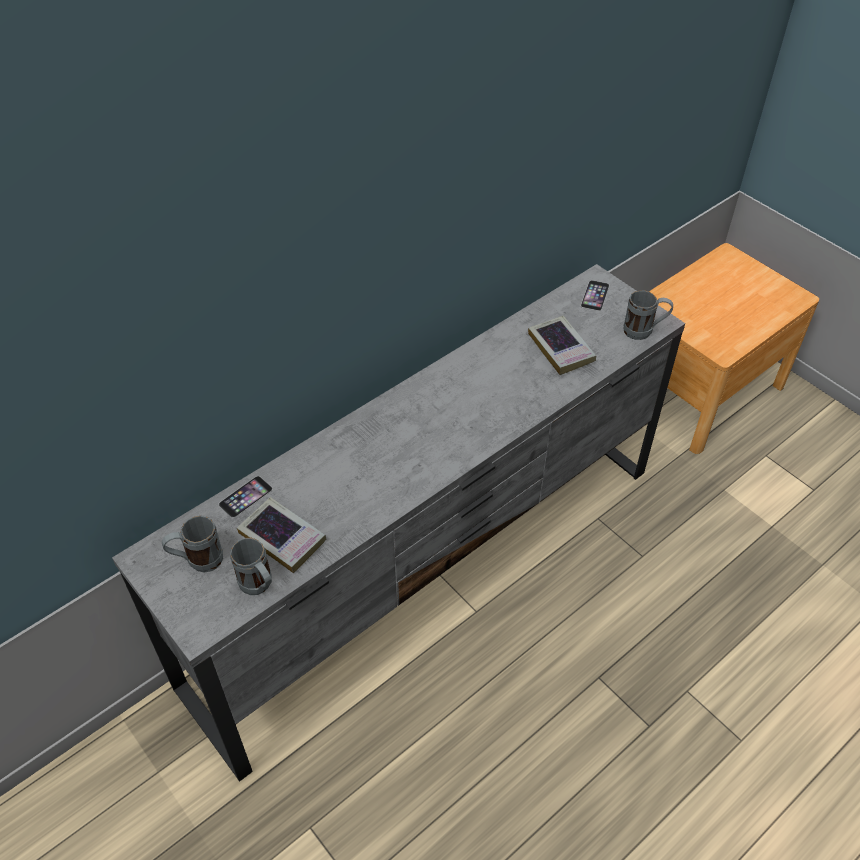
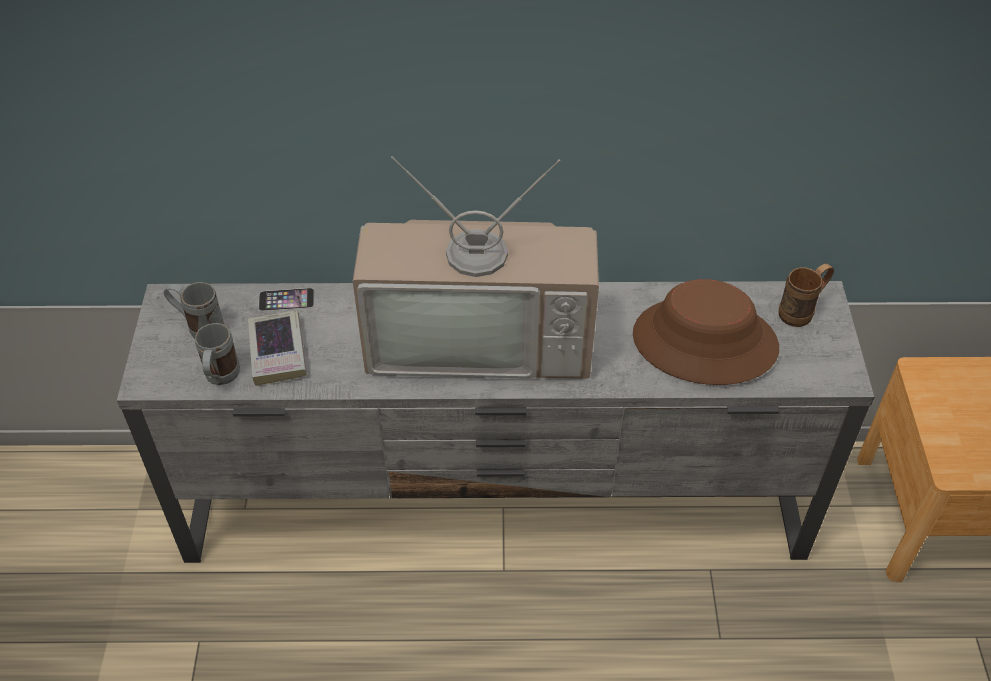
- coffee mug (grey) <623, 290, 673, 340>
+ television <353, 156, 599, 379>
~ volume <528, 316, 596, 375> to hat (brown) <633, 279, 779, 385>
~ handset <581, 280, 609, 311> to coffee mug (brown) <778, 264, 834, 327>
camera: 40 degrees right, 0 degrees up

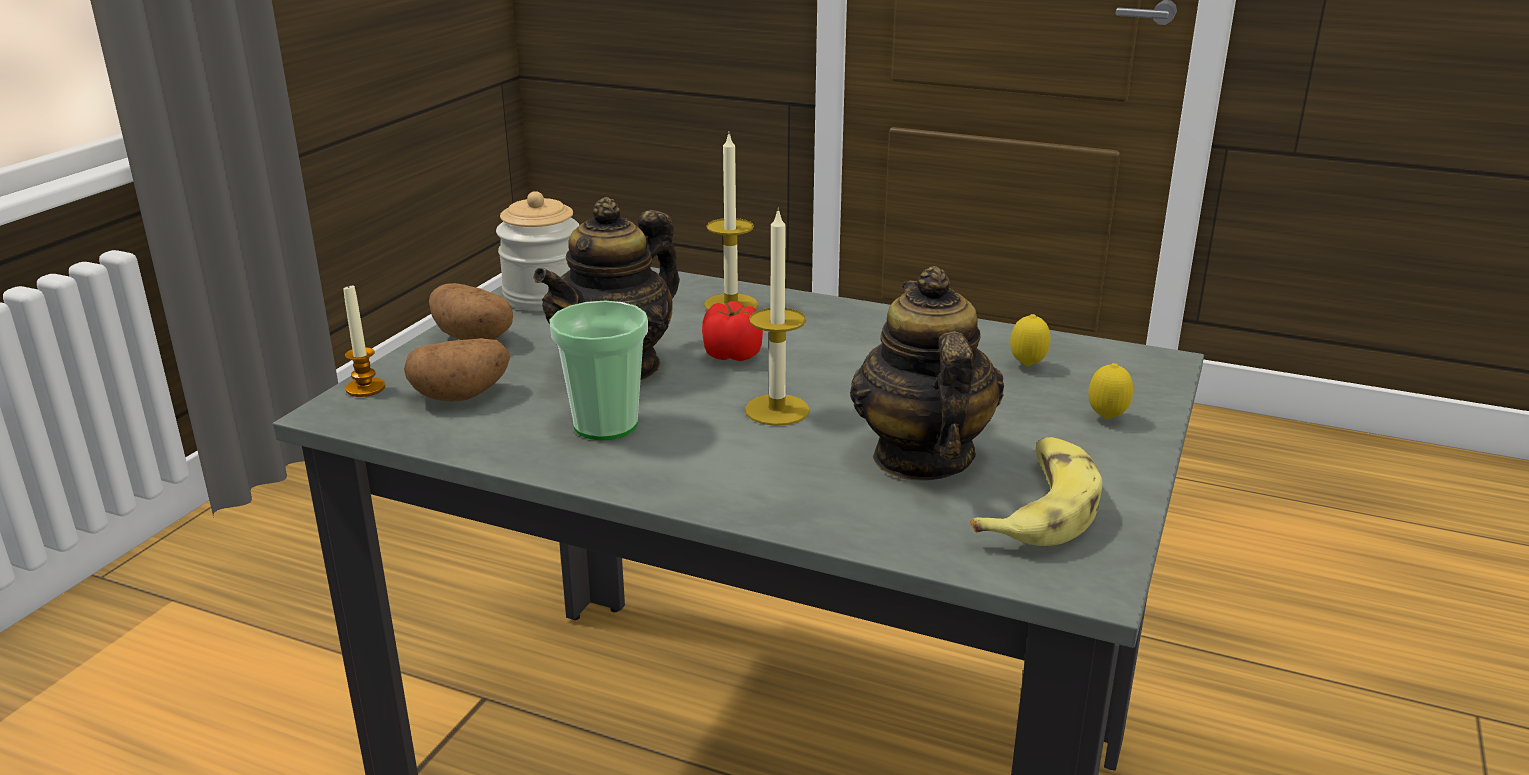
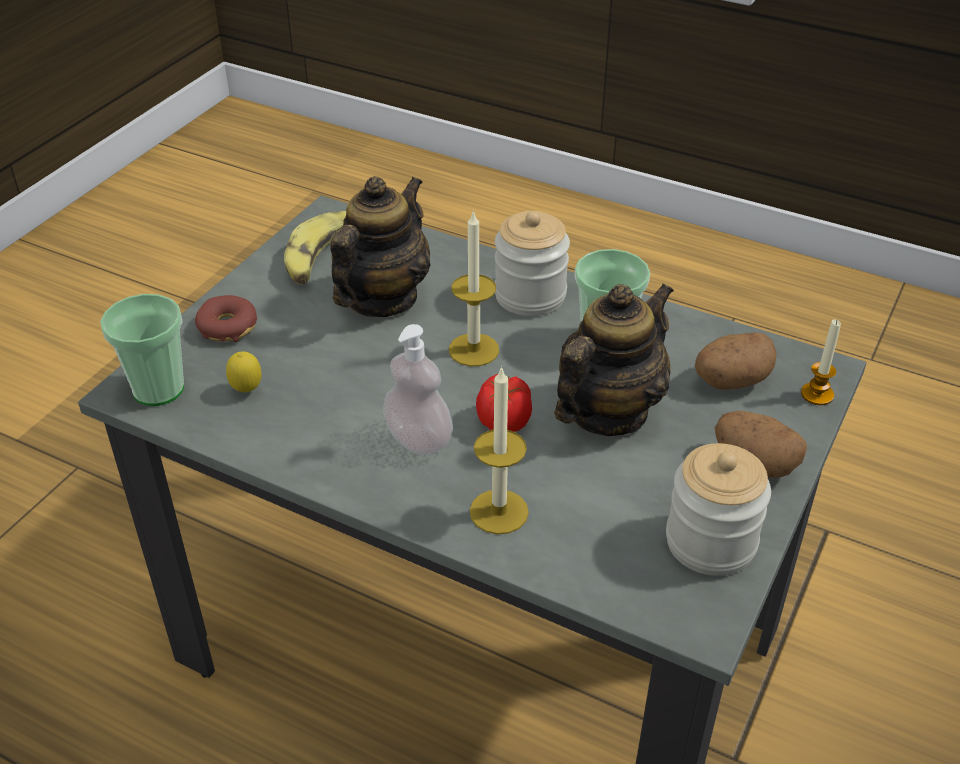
+ drinking cup <100, 294, 184, 406>
+ liquid soap bottle <383, 324, 453, 455>
+ jar <495, 211, 570, 316>
~ lemon <1089, 363, 1133, 419> to ring doughnut <195, 295, 257, 342>
~ teapot <850, 266, 1004, 481> = <331, 176, 431, 317> 150 degrees counterclockwise
camera: 175 degrees left, 15 degrees up

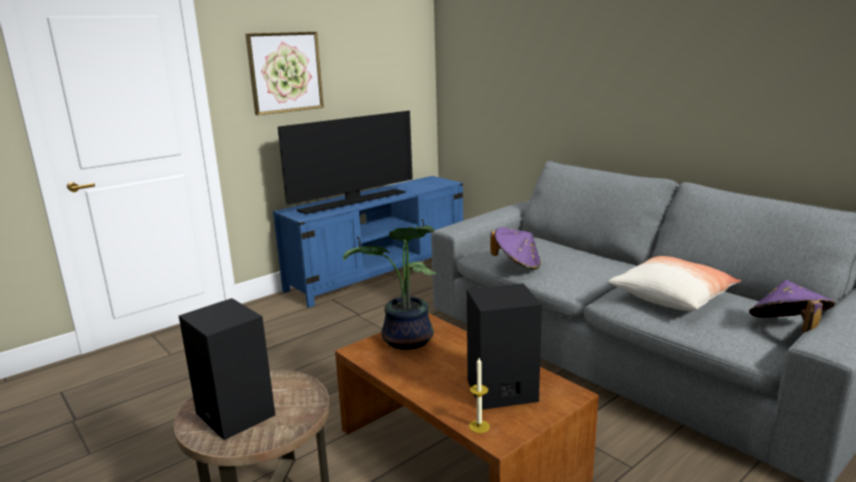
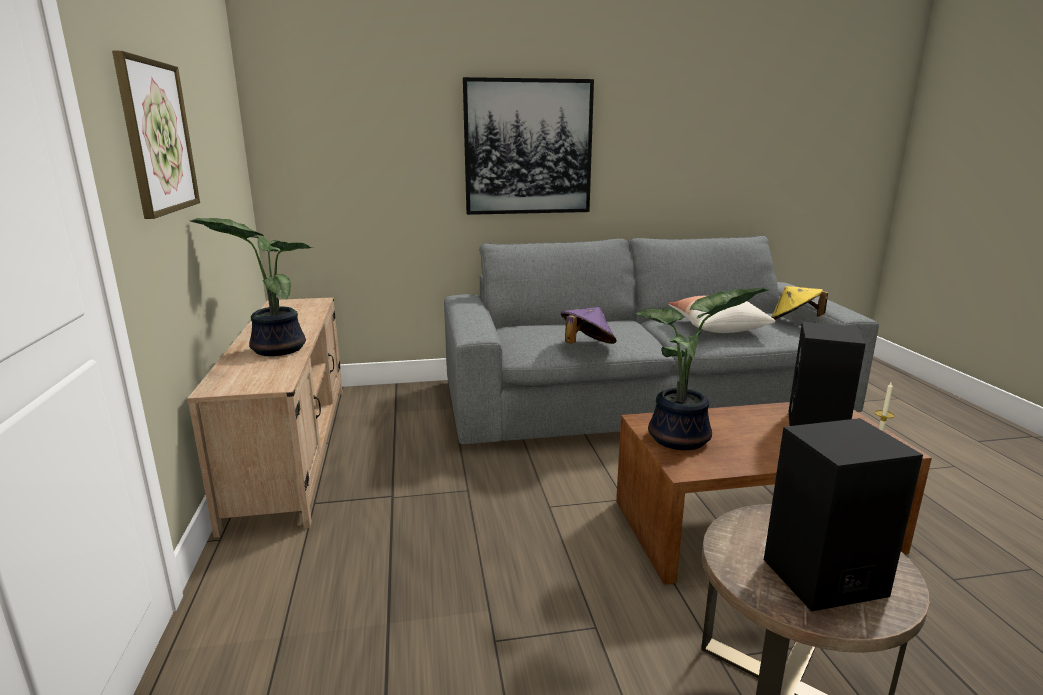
+ wall picture <463, 77, 594, 215>
~ television <278, 111, 413, 214> to houseplant <190, 218, 313, 356>
~ tv unit (blue-coloured) <273, 176, 463, 308> to tv unit (beige-coloured) <187, 297, 343, 538>
~ hat (purplish) <749, 280, 835, 333> to hat (yellow) <771, 286, 828, 320>
camera: 60 degrees left, 0 degrees up

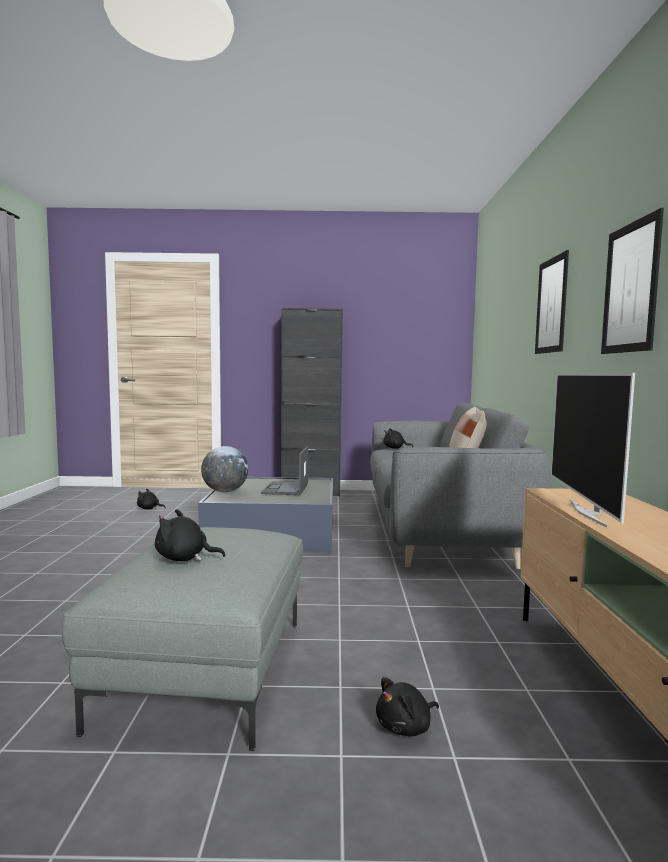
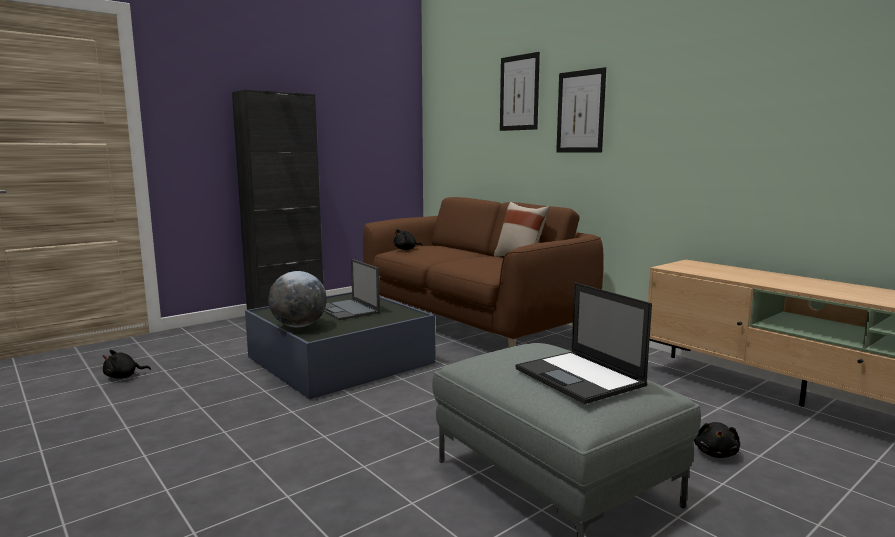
- television <551, 373, 635, 528>
~ wall picture <601, 208, 664, 354> to <500, 52, 540, 131>
~ soft toy (black) <155, 509, 225, 561> to laptop <515, 283, 652, 404>
~ couch (grey) <370, 403, 551, 569> to couch (brown) <363, 197, 603, 348>
camera: 40 degrees left, 5 degrees up

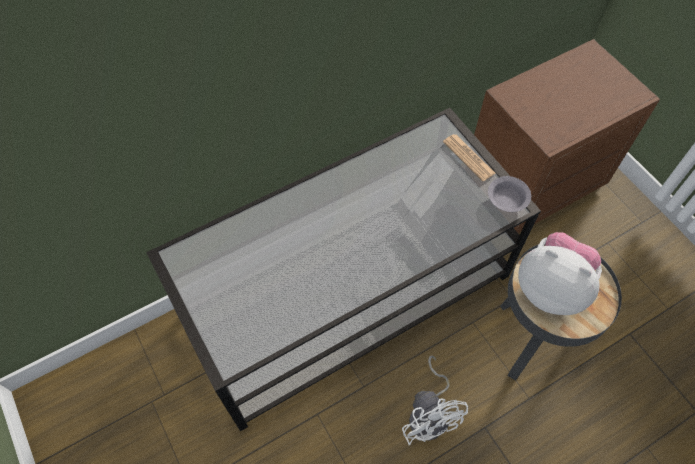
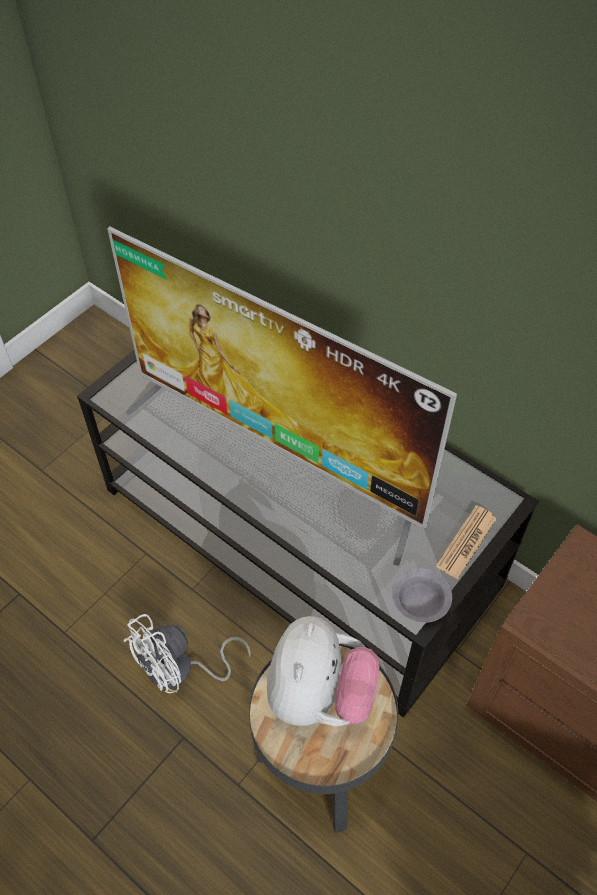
+ television <107, 226, 457, 566>
camera: 70 degrees right, 5 degrees down

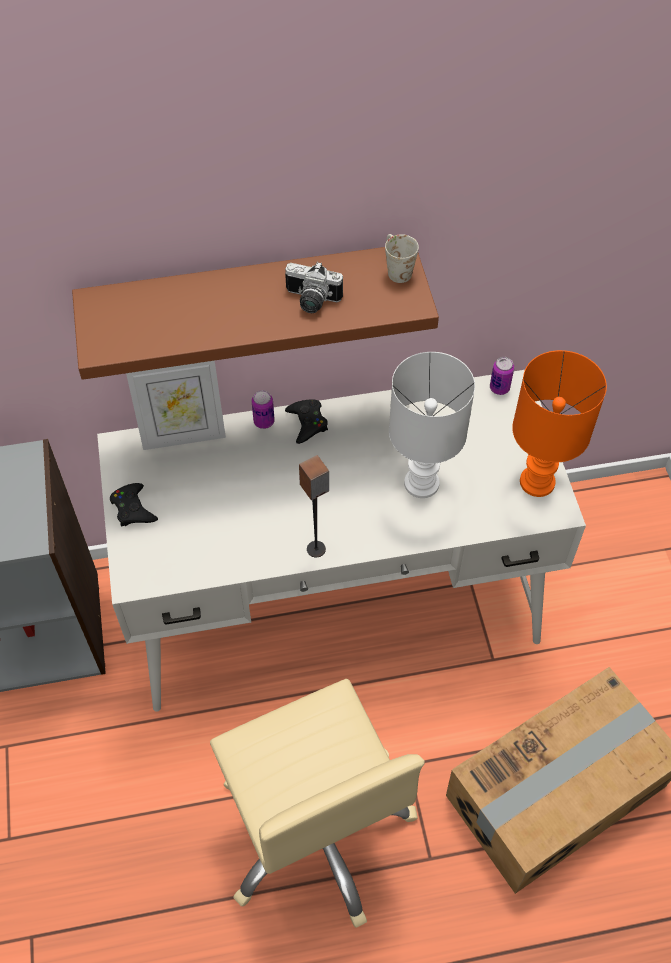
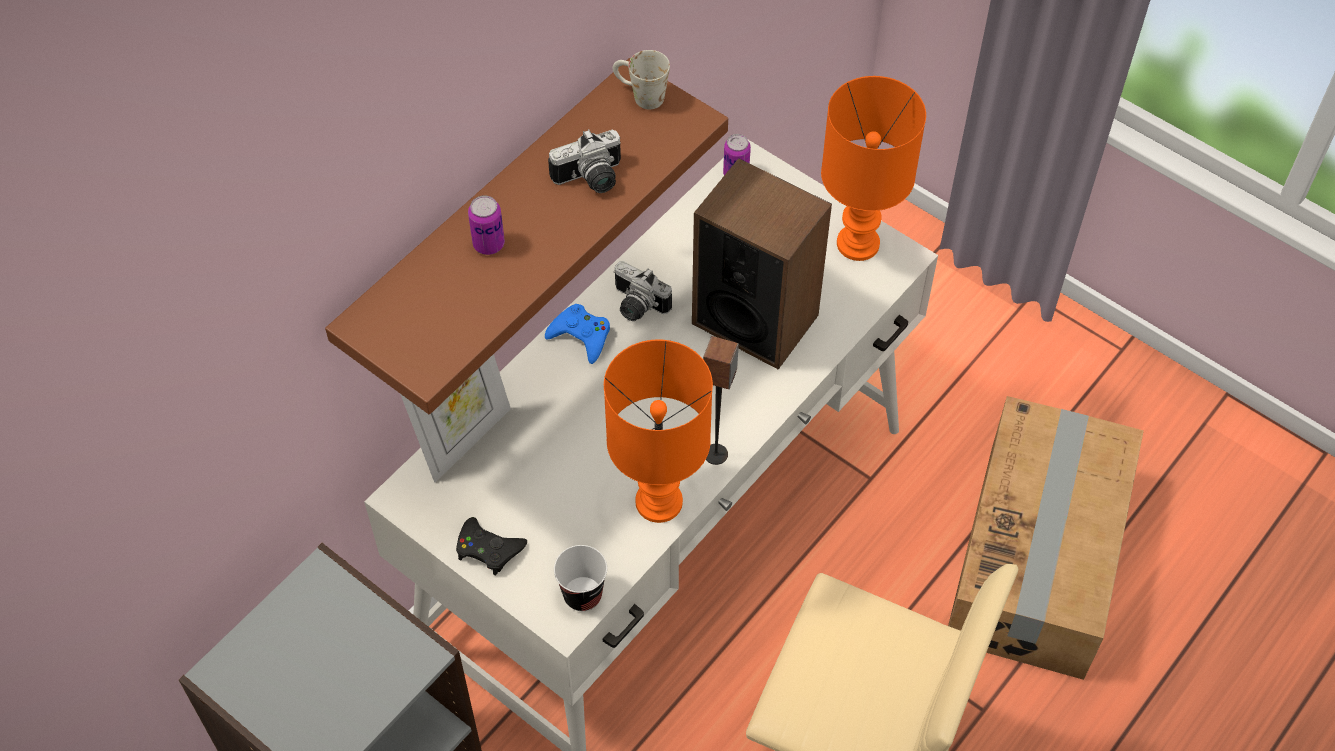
+ drinking cup <554, 545, 607, 611>
+ tabletop lamp (orange) <604, 339, 713, 523>
+ photo camera <614, 261, 672, 321>
~ can <252, 390, 275, 429> to <468, 195, 505, 255>
~ tabletop lamp (white-coloured) <389, 352, 475, 498> to loudspeaker <692, 158, 832, 370>
~ game controller (black) <285, 399, 328, 444> to game controller (blue-coloured) <545, 304, 610, 364>
camera: 40 degrees left, 0 degrees up

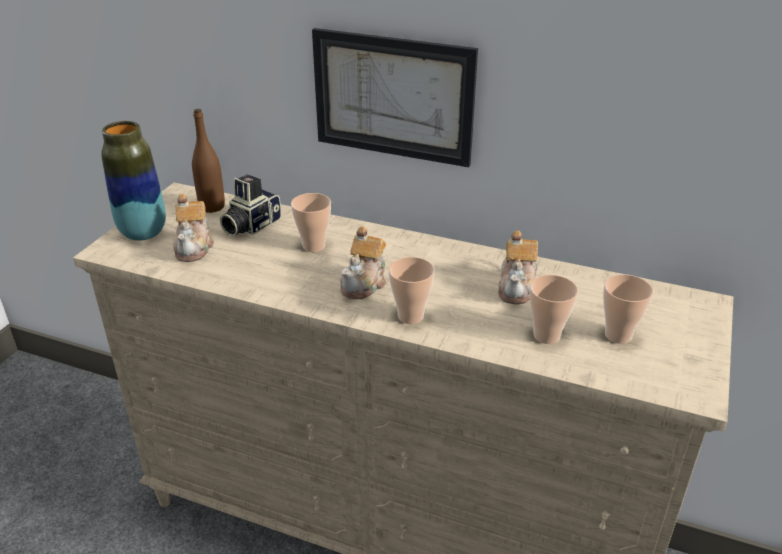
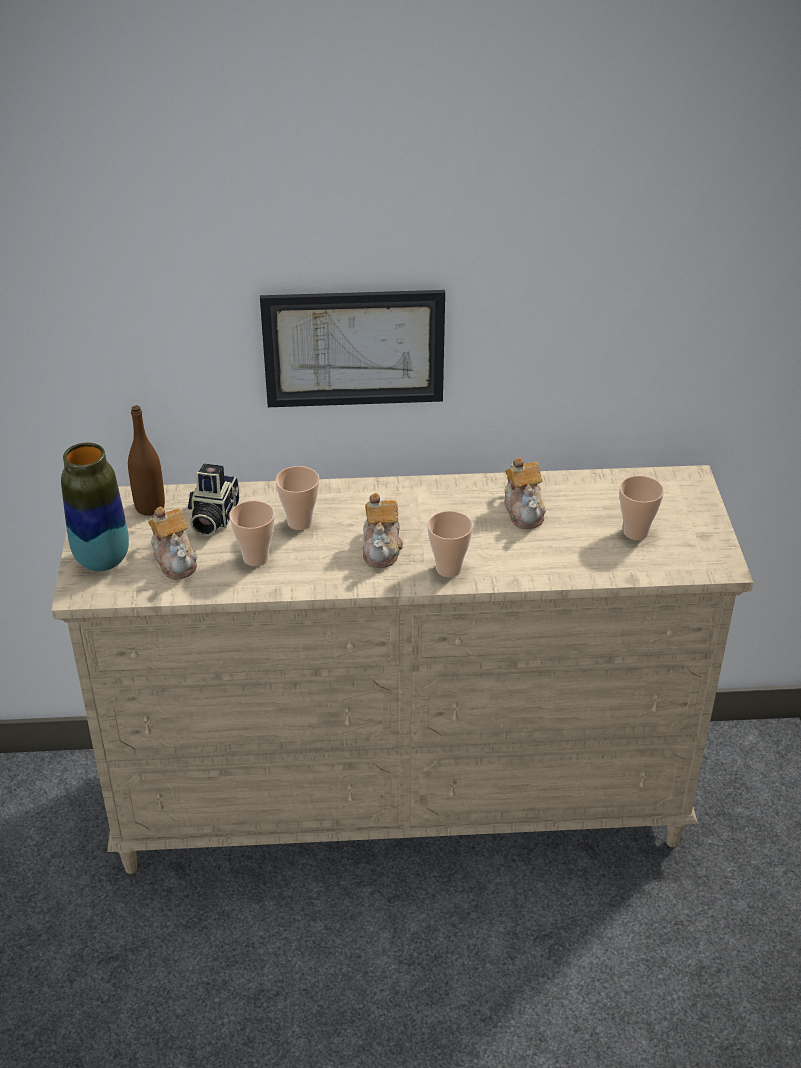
~ drinking cup <529, 275, 578, 344> to <230, 501, 275, 566>
camera: 25 degrees left, 5 degrees up

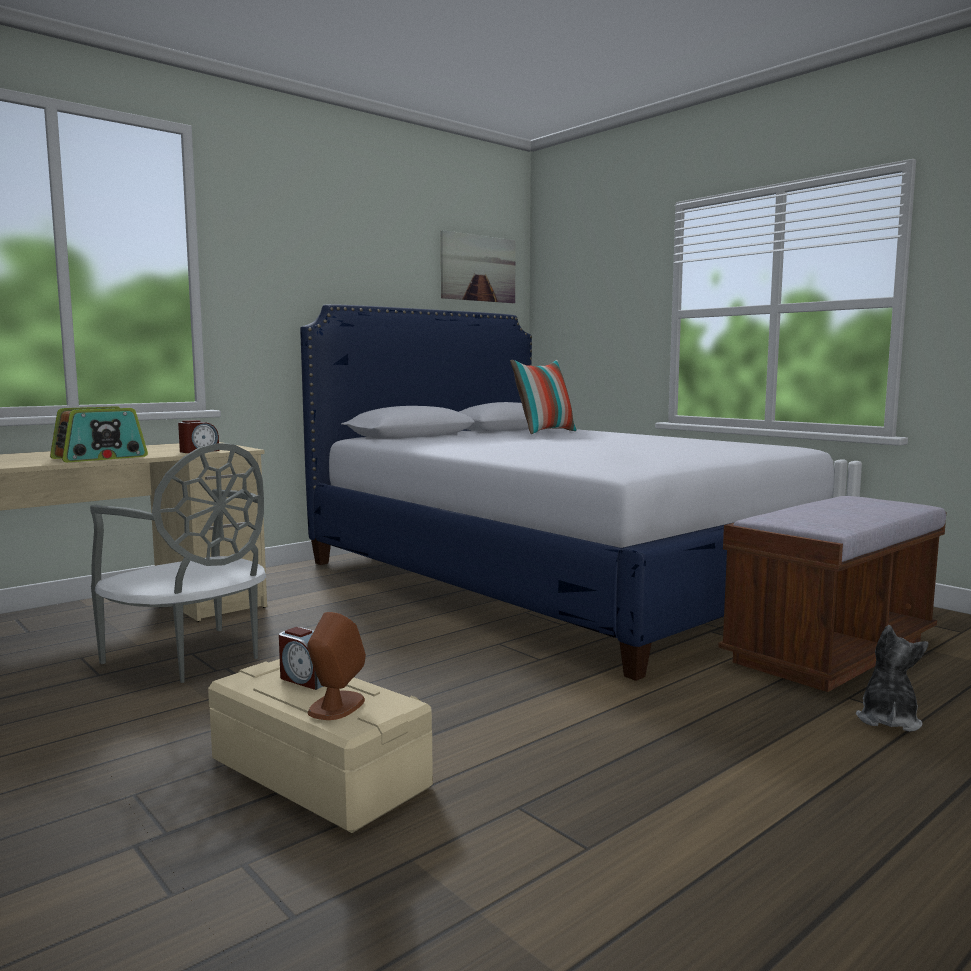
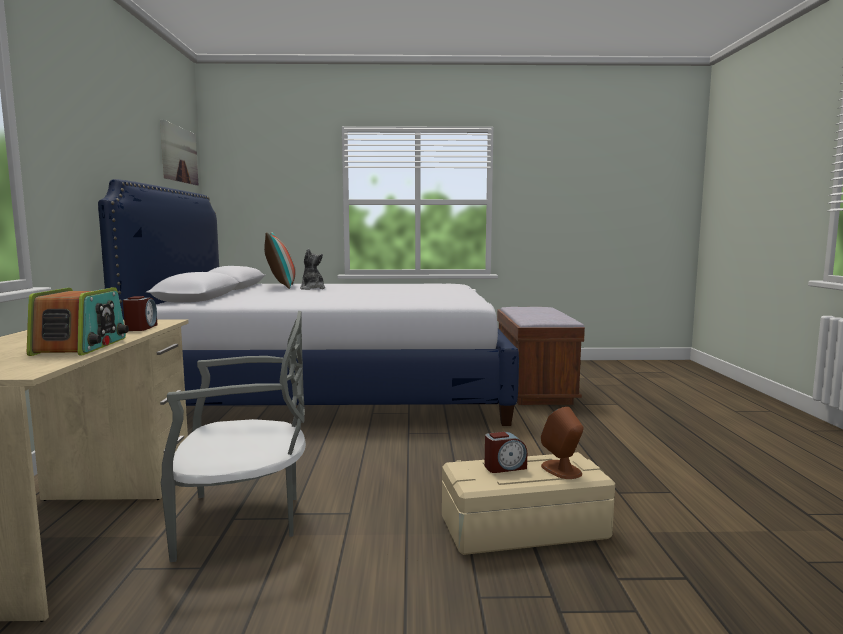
~ soft toy <856, 625, 928, 732> to <300, 249, 325, 290>
camera: 50 degrees left, 0 degrees up

